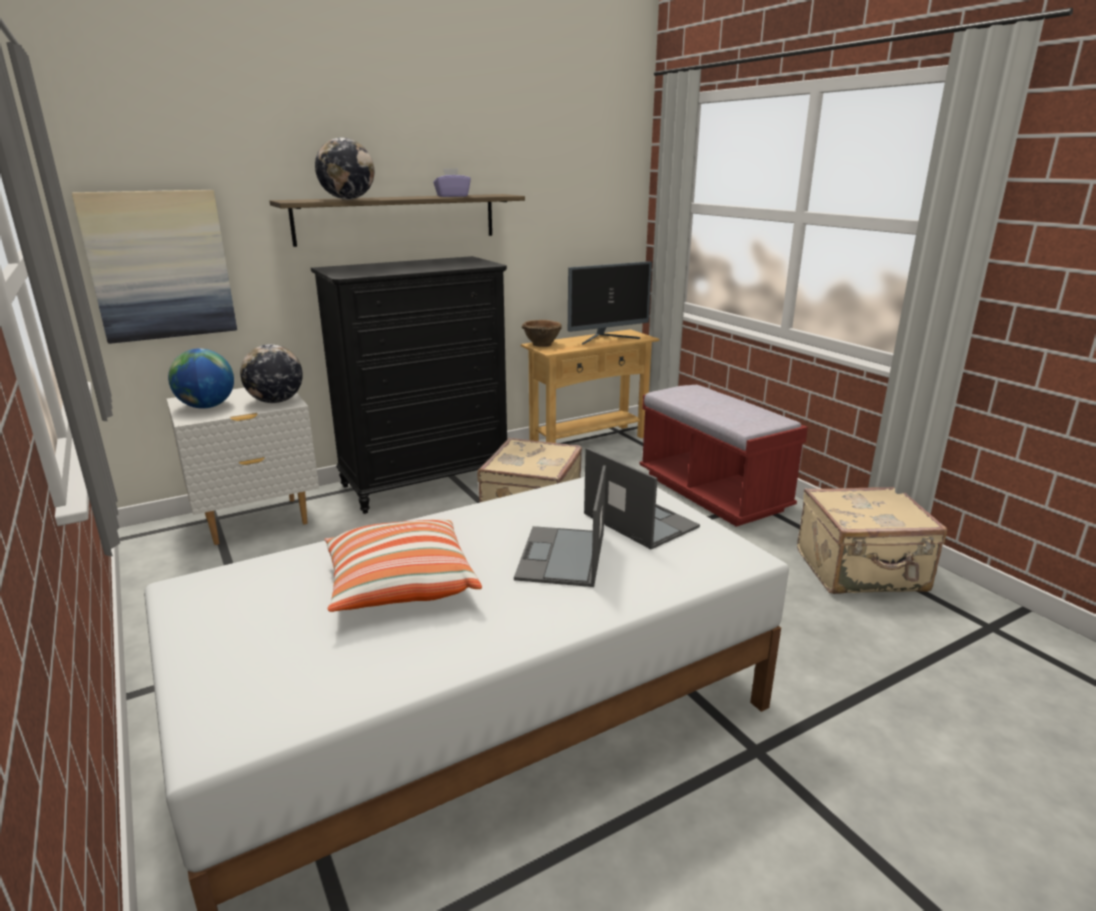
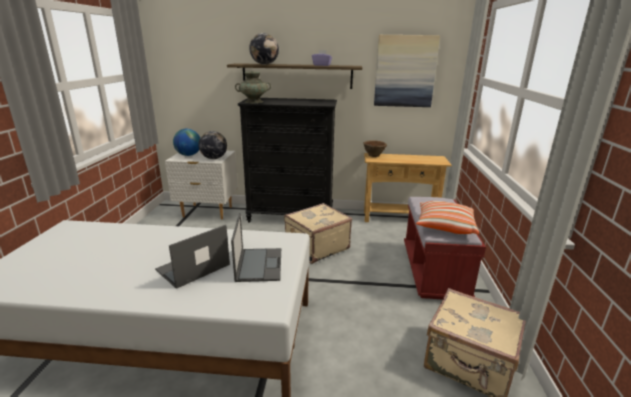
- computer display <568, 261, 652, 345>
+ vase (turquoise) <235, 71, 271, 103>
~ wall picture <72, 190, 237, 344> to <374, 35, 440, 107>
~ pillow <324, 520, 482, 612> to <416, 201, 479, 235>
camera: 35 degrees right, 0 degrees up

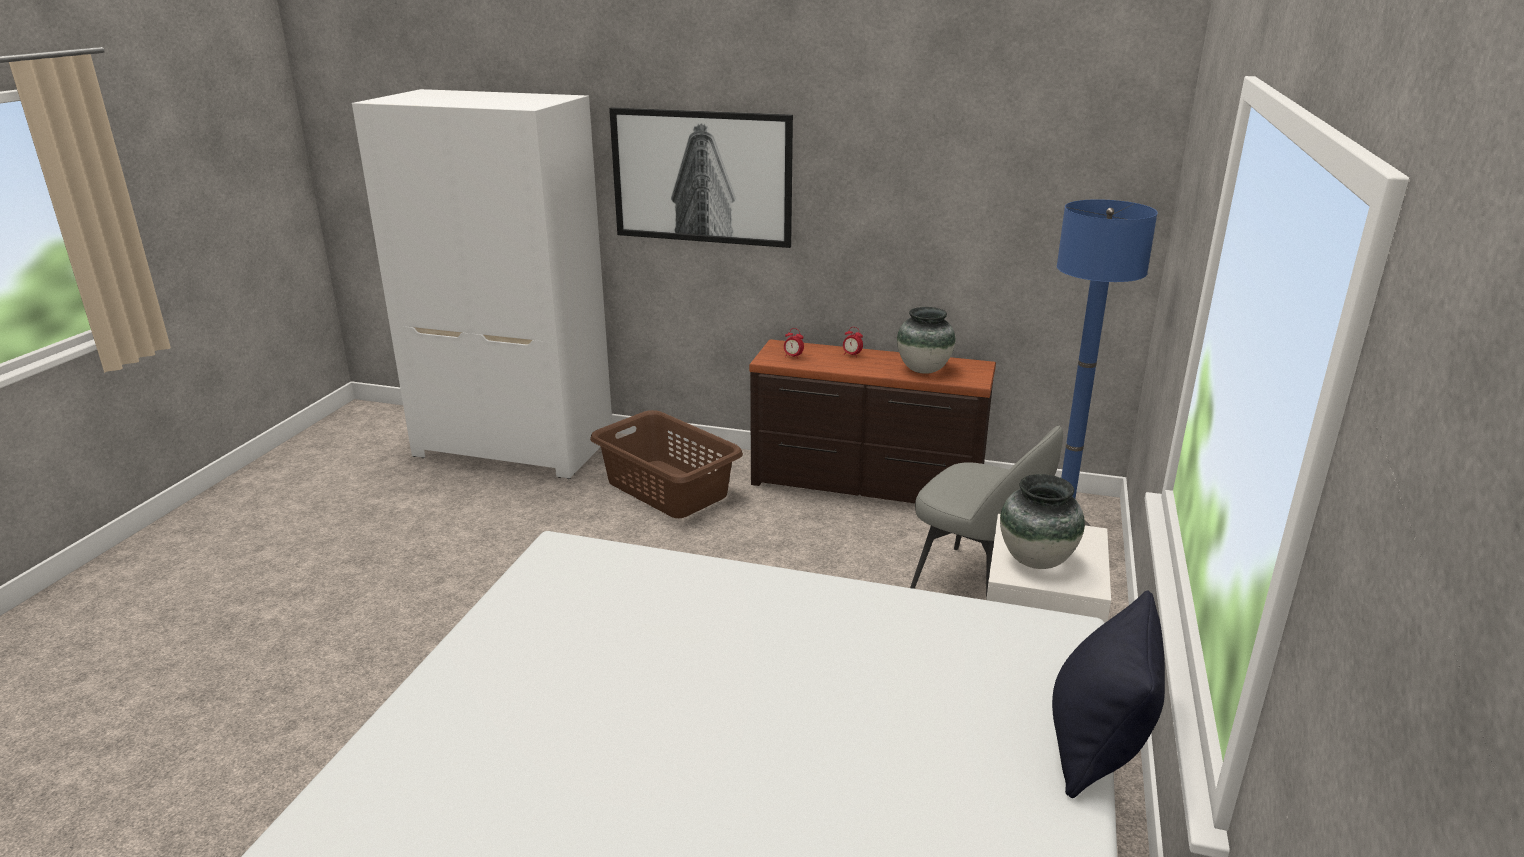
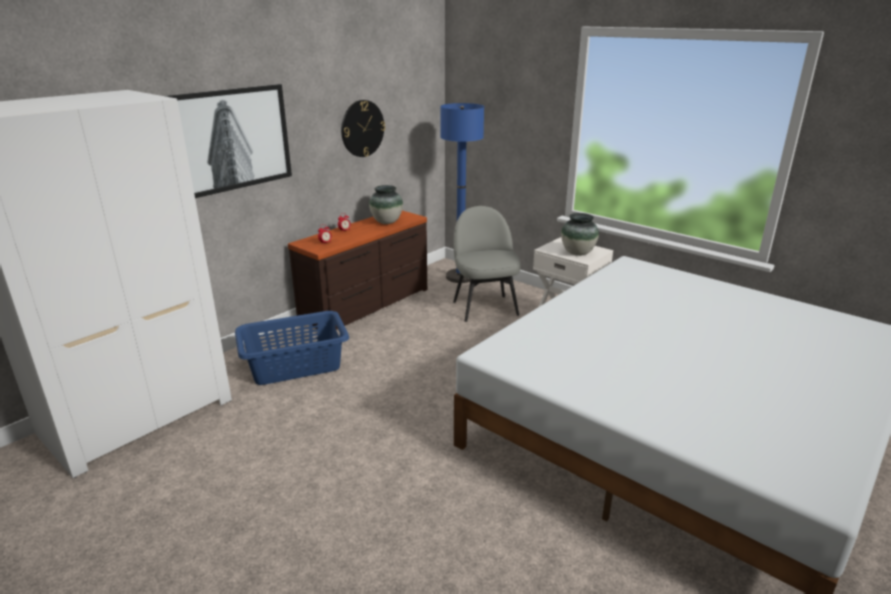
- pillow (black) <1052, 591, 1165, 798>
+ clock on the wall <341, 100, 385, 157>
~ hamper (brown) <590, 410, 743, 518> to hamper (blue-coloured) <235, 311, 349, 385>
~ chair (grey) <910, 426, 1063, 599> = <453, 206, 521, 322> 75 degrees counterclockwise
camera: 65 degrees left, 0 degrees up

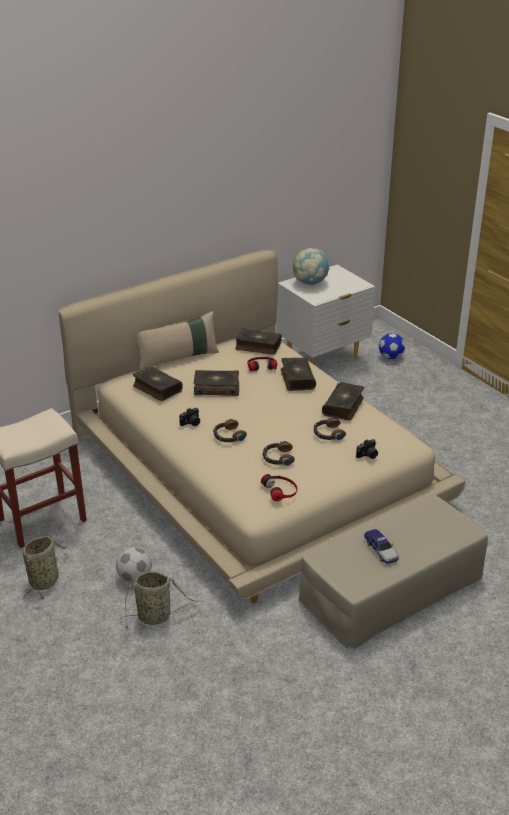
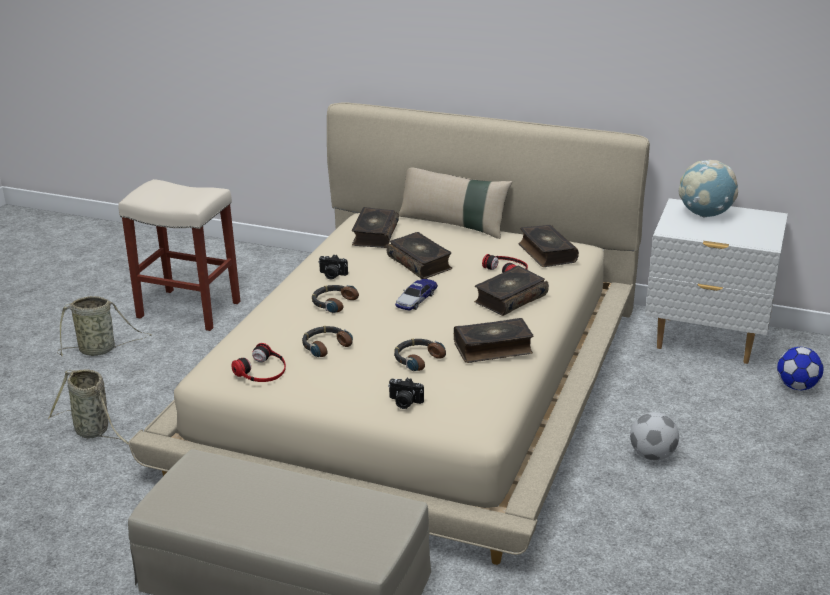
~ football <116, 547, 152, 583> to <630, 412, 679, 460>
~ model car <364, 529, 399, 564> to <395, 279, 438, 310>
camera: 55 degrees right, 5 degrees down

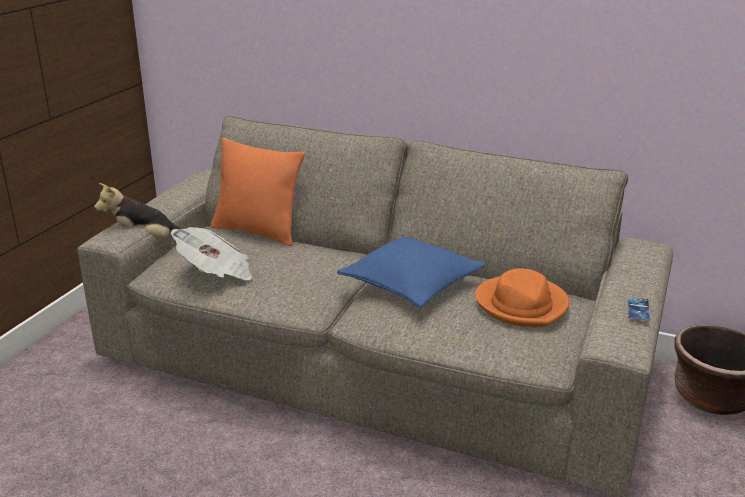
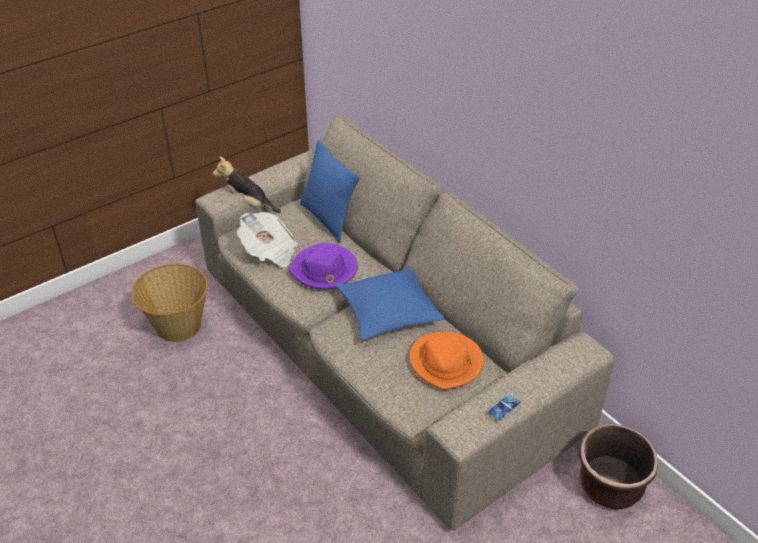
+ basket <131, 264, 208, 342>
+ hat (purplish) <289, 243, 358, 290>
~ pillow (orange) <211, 138, 305, 246> to pillow (blue-coloured) <300, 140, 360, 243>
camera: 30 degrees right, 15 degrees up

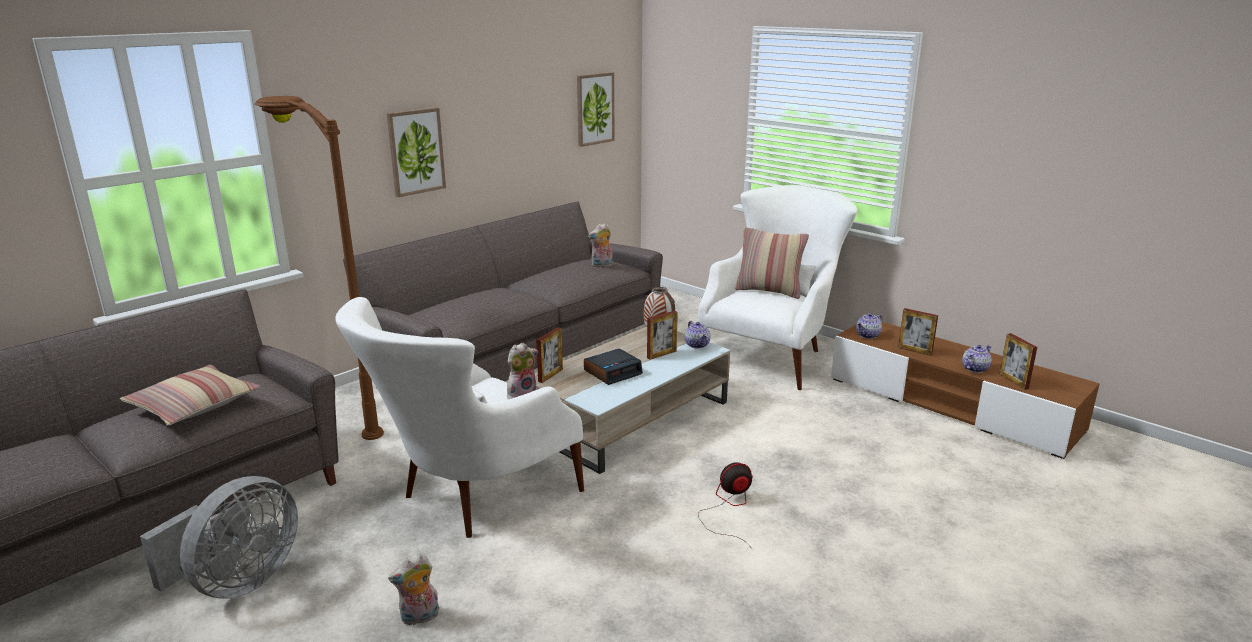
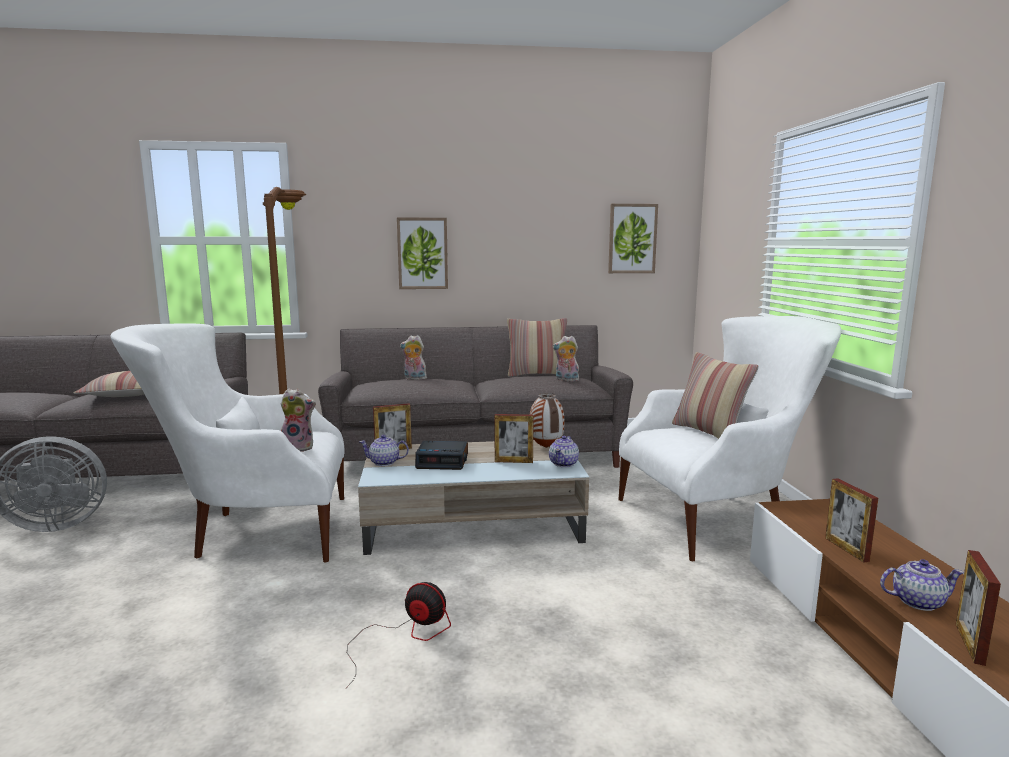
+ pillow <507, 318, 567, 377>
~ soft toy <388, 553, 439, 626> to <400, 335, 427, 380>
~ teapot <856, 313, 882, 339> to <359, 435, 409, 466>
camera: 40 degrees right, 10 degrees down

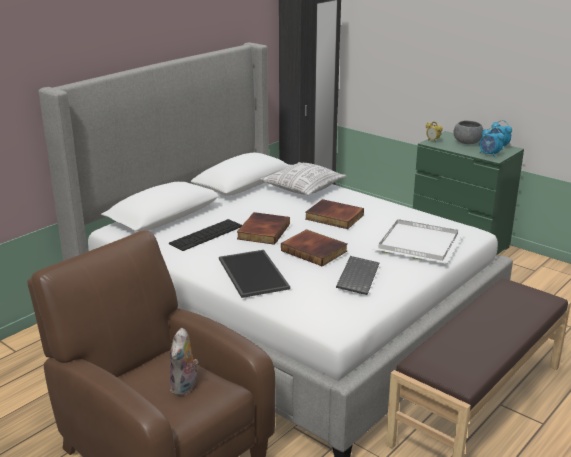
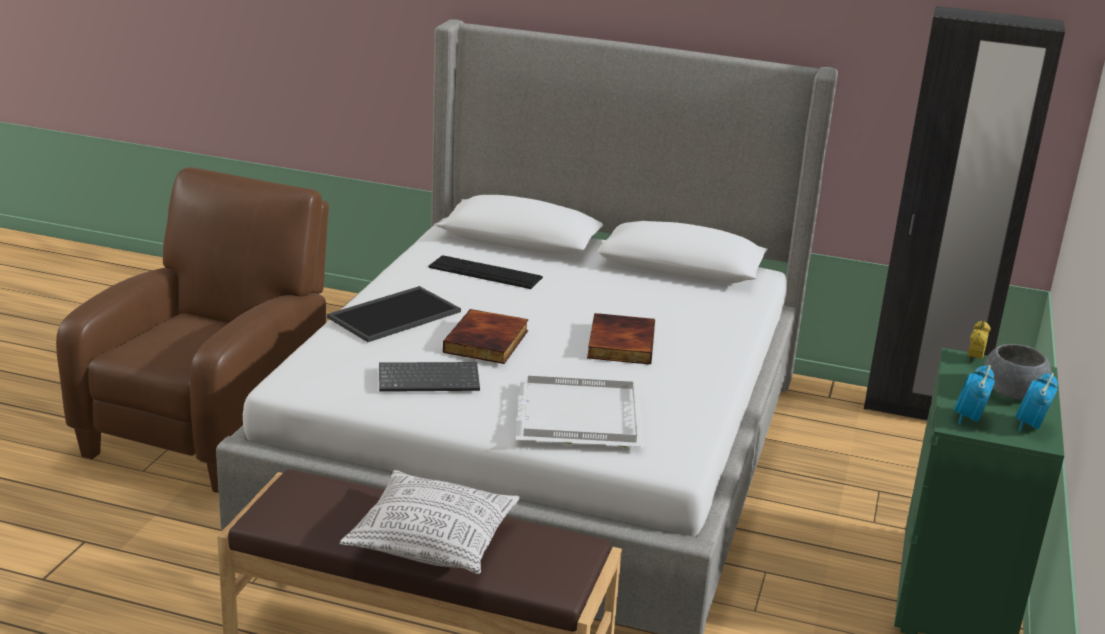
- soft toy <170, 328, 199, 396>
- volume <237, 212, 290, 245>
~ pillow <260, 162, 347, 196> to <340, 470, 520, 574>
camera: 65 degrees right, 0 degrees up

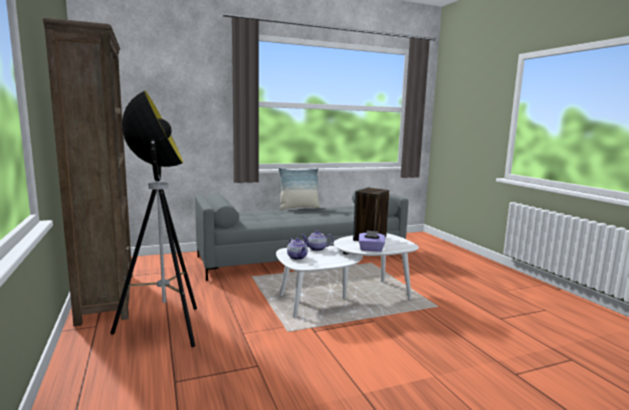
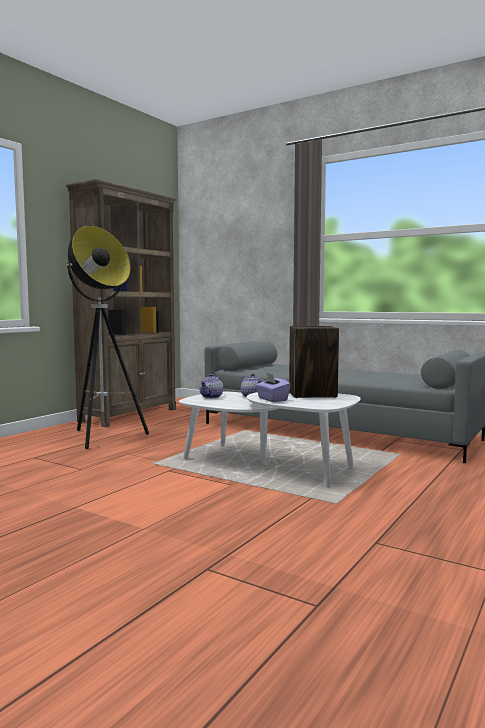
- pillow <278, 168, 321, 210>
camera: 55 degrees right, 5 degrees down

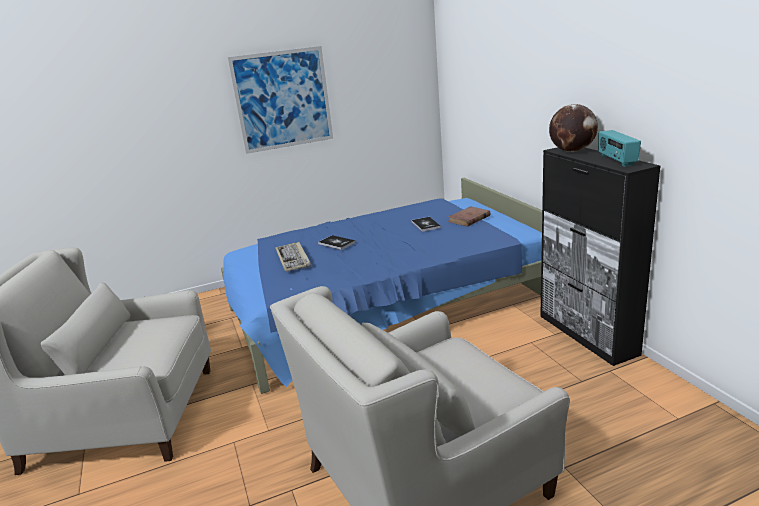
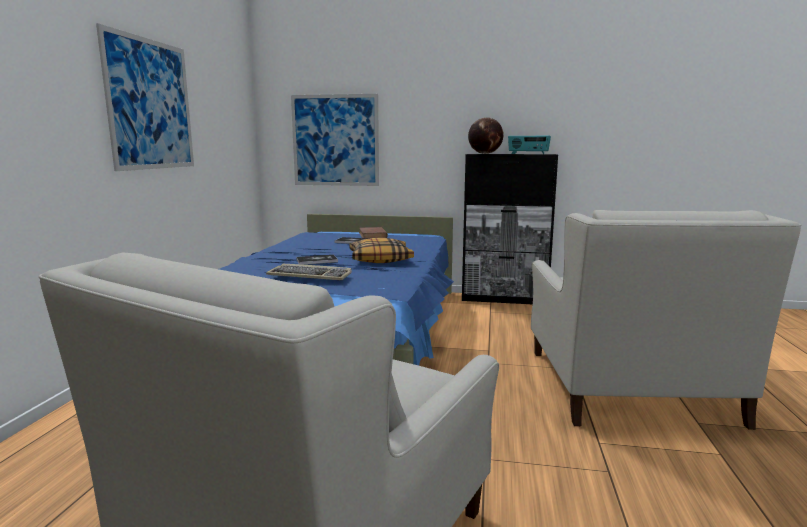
+ wall picture <291, 94, 379, 186>
+ pillow <349, 238, 414, 263>
camera: 60 degrees left, 10 degrees down

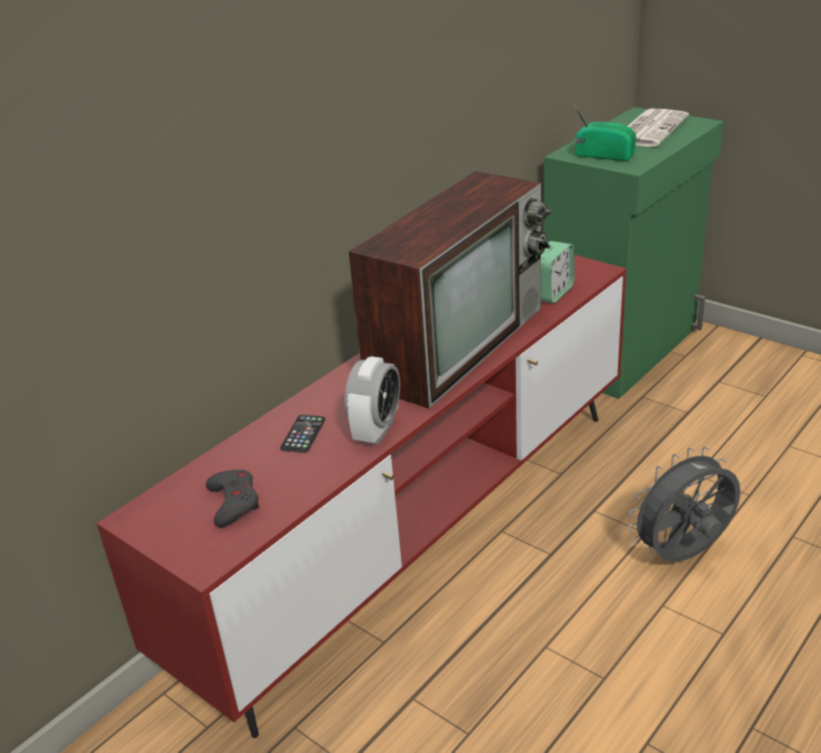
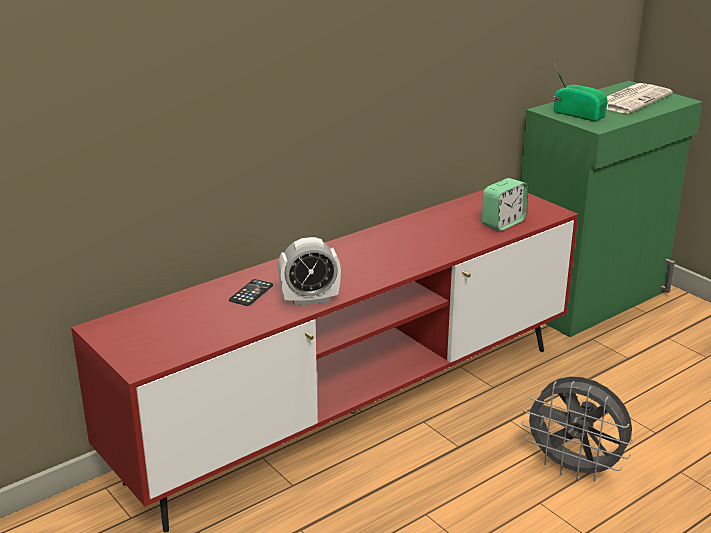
- game controller (grey) <206, 470, 259, 528>
- television <348, 171, 552, 409>
~ table clock <344, 356, 400, 444> = <278, 237, 341, 306> 45 degrees clockwise
~ electric fan (grey) <628, 447, 741, 562> = <521, 376, 633, 481> 135 degrees counterclockwise
camera: 10 degrees right, 5 degrees down

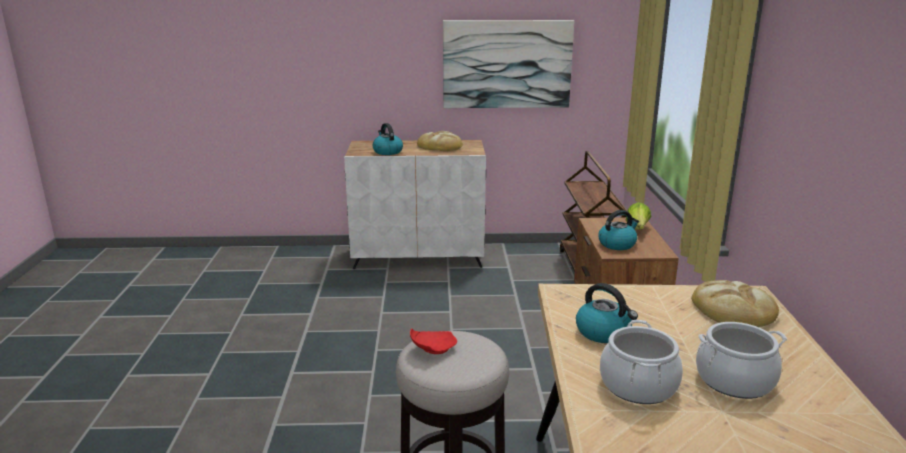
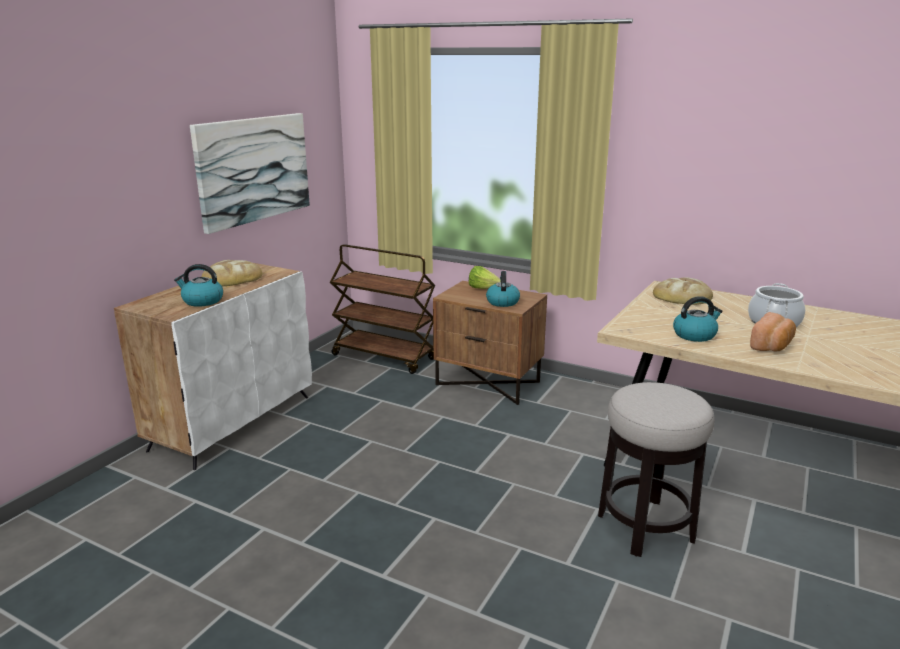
- dinner plate (red-coloured) <410, 328, 457, 354>
~ stockpot <600, 320, 683, 404> to bakery bread <750, 312, 796, 352>
camera: 60 degrees left, 0 degrees up

